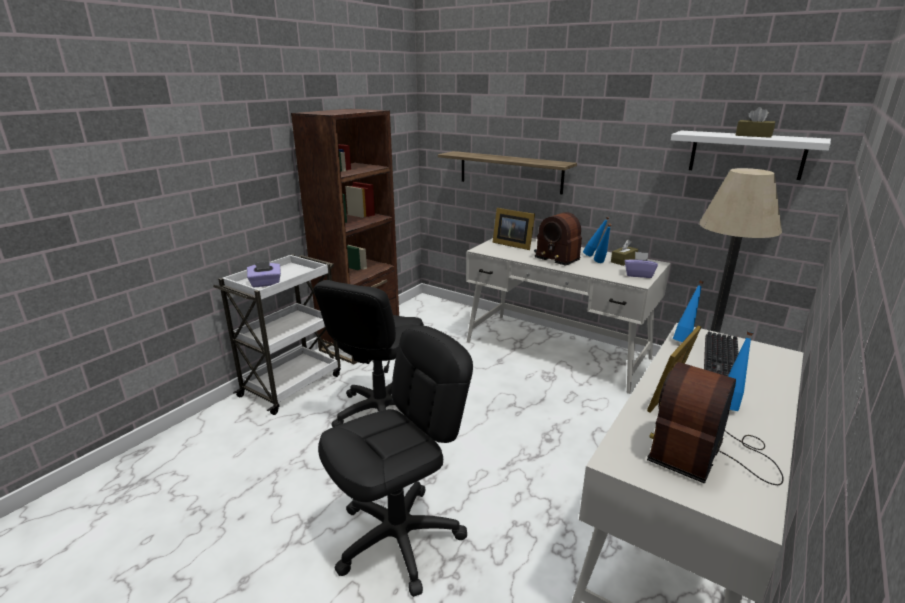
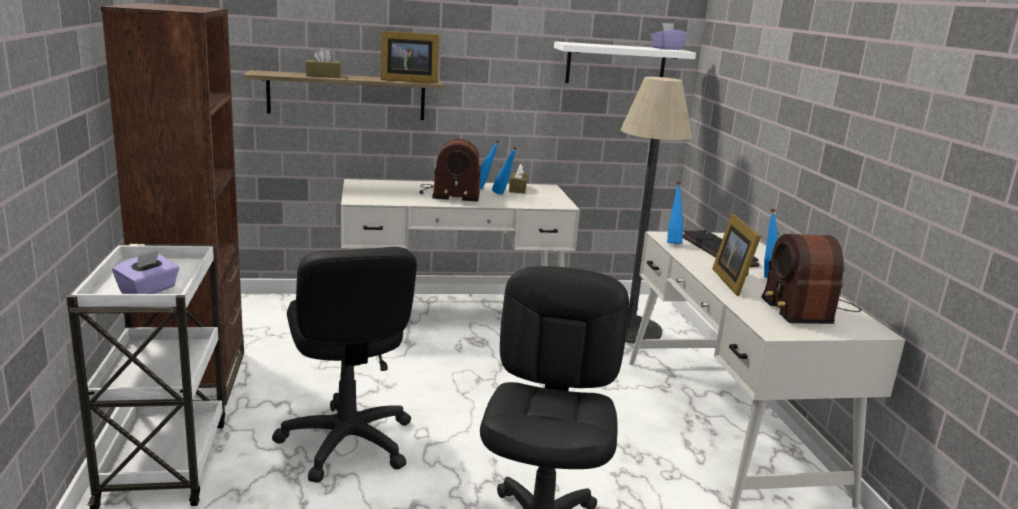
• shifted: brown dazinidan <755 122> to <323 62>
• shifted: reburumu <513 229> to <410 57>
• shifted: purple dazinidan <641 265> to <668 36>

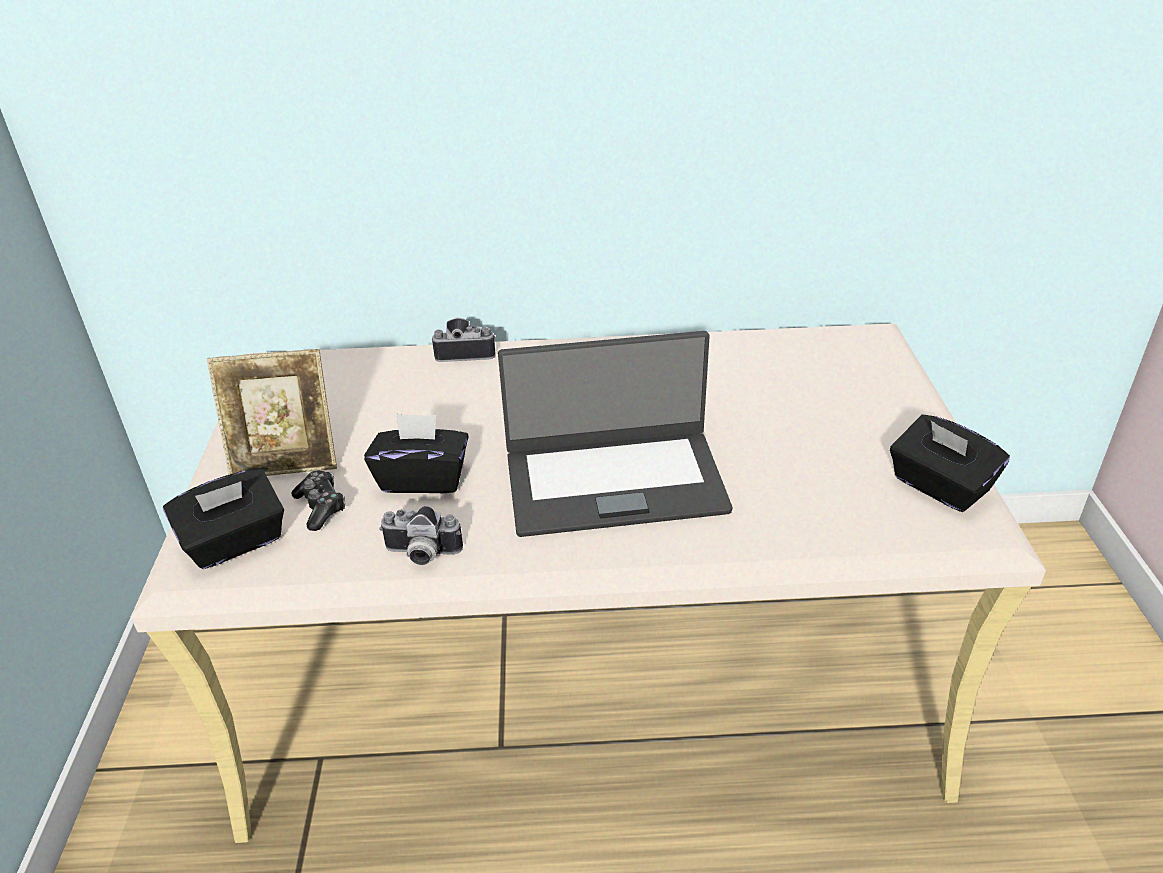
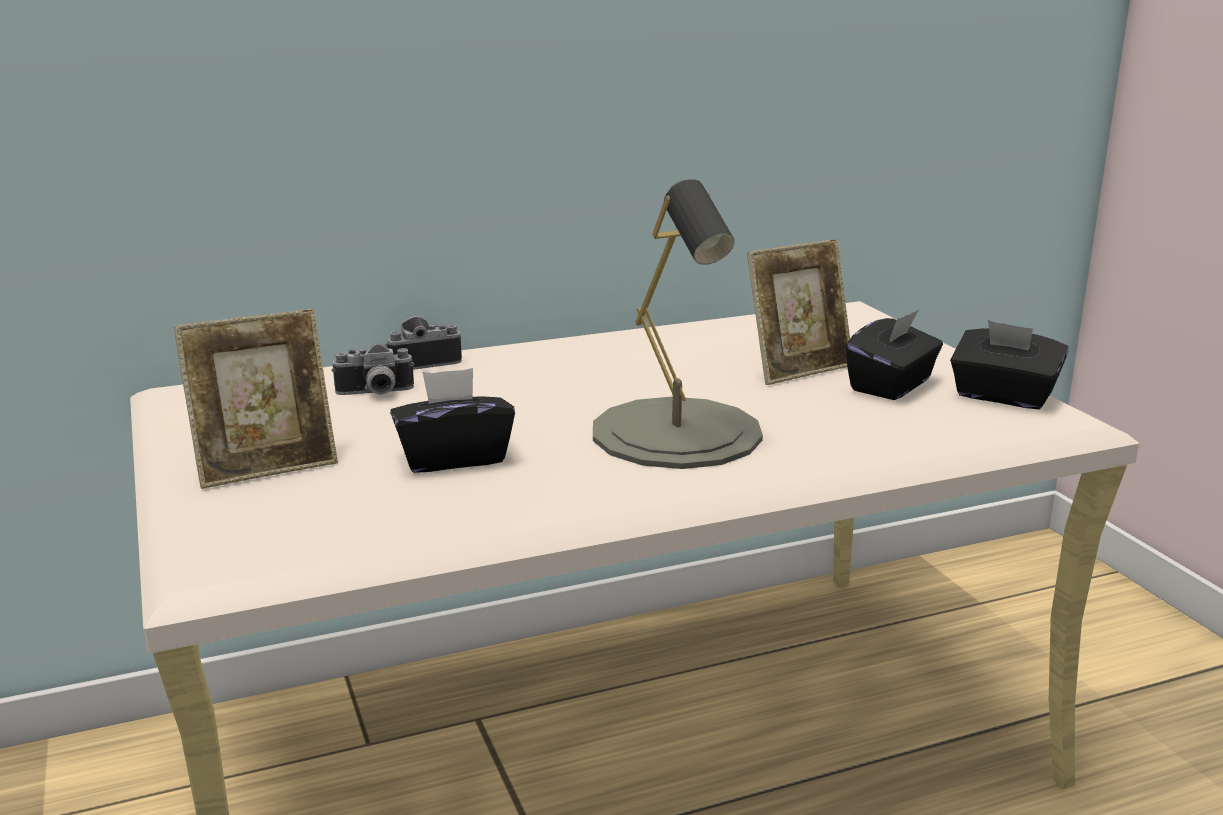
• swapped: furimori <615 434> to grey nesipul <678 324>
• shifted: black dazinidan <223 519> to <894 355>
• gone: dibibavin <318 500>
• shifted: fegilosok <421 535> to <373 369>
• new: reburumu <798 312>

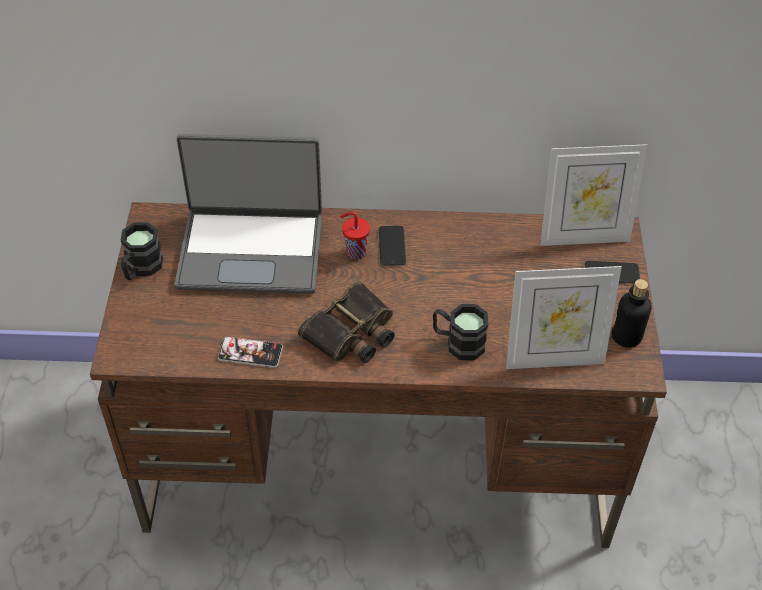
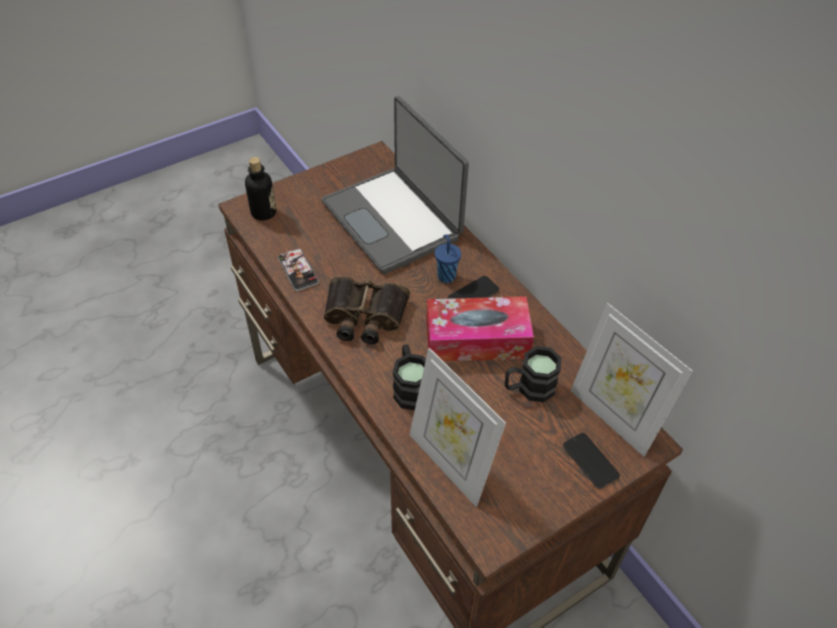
• repainted: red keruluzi <355 235> to blue keruluzi <448 259>
• shifted: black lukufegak <142 251> to <533 374>
• shifted: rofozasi <632 313> to <260 189>
• new: dazinidan <480 329>

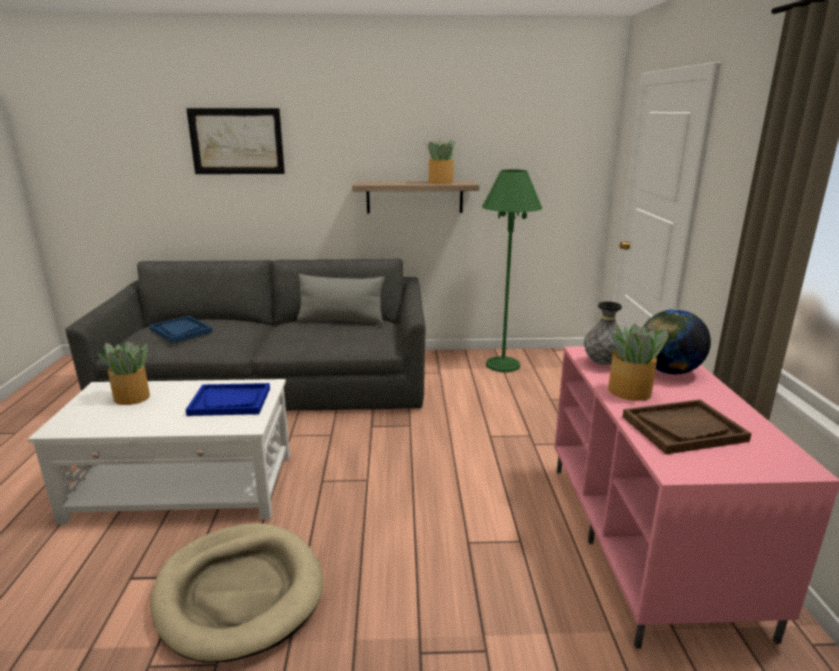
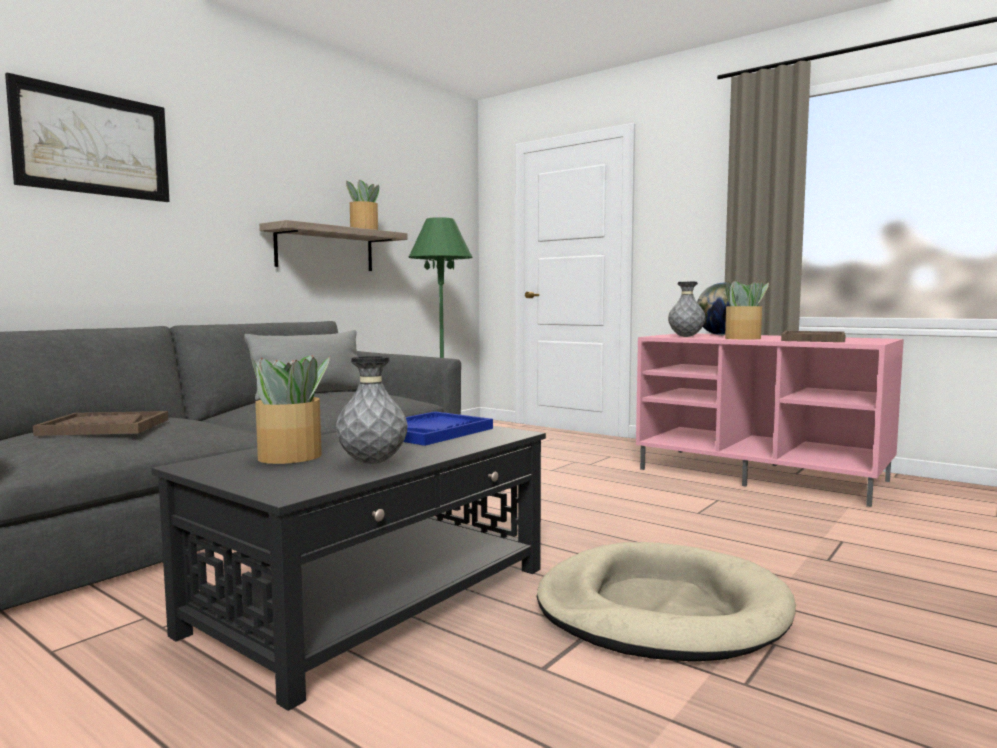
• repainted: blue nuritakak <181 329> to brown nuritakak <100 423>
• repainted: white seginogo <159 452> to black seginogo <348 568>
• new: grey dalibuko <372 410>

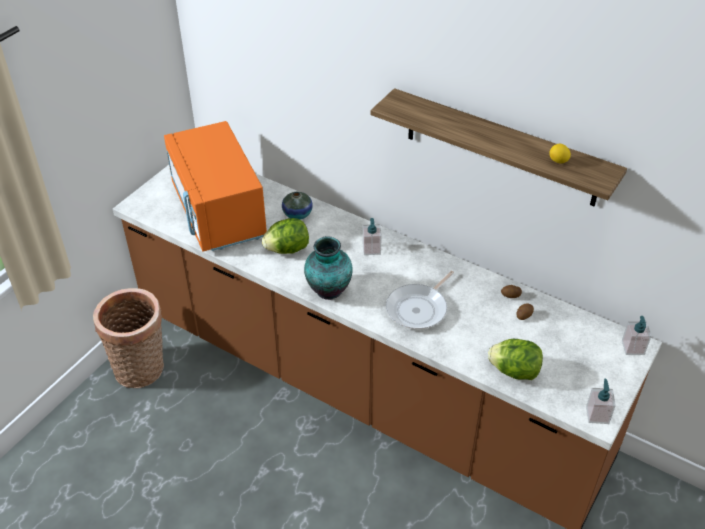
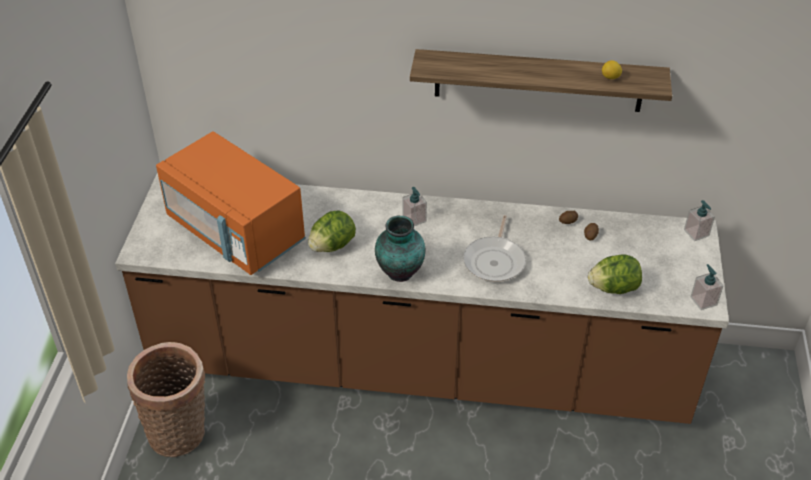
• gone: dalibuko <297 206>

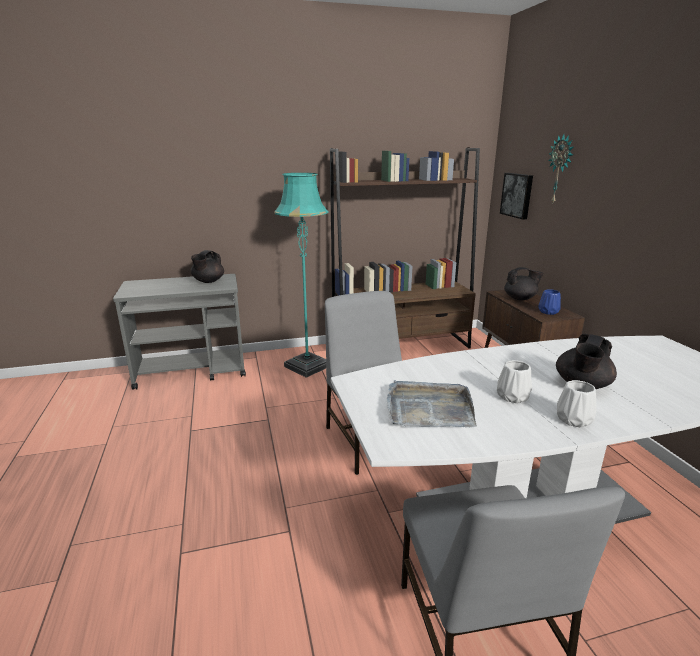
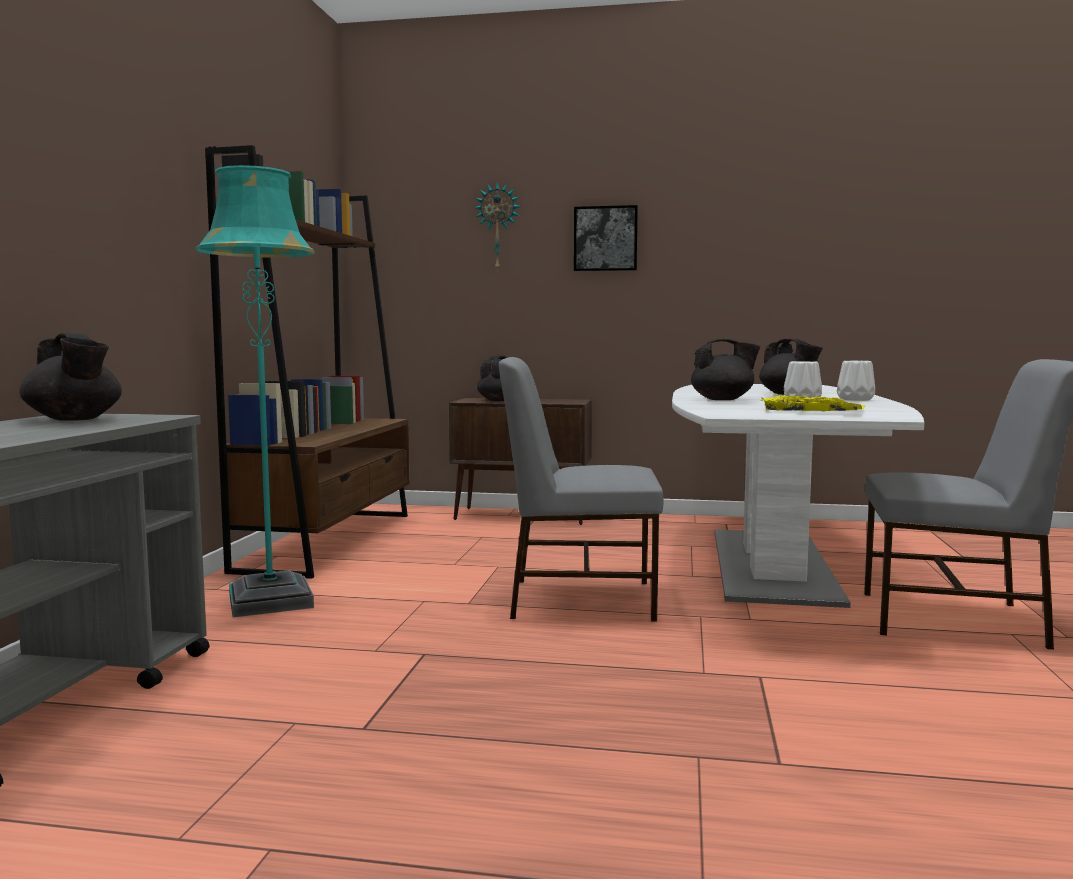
• shifted: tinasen <516 196> to <606 238>
• gone: blue dalibuko <549 302>
• repainted: grey nuritakak <432 403> to yellow nuritakak <812 403>
• new: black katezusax <725 369>

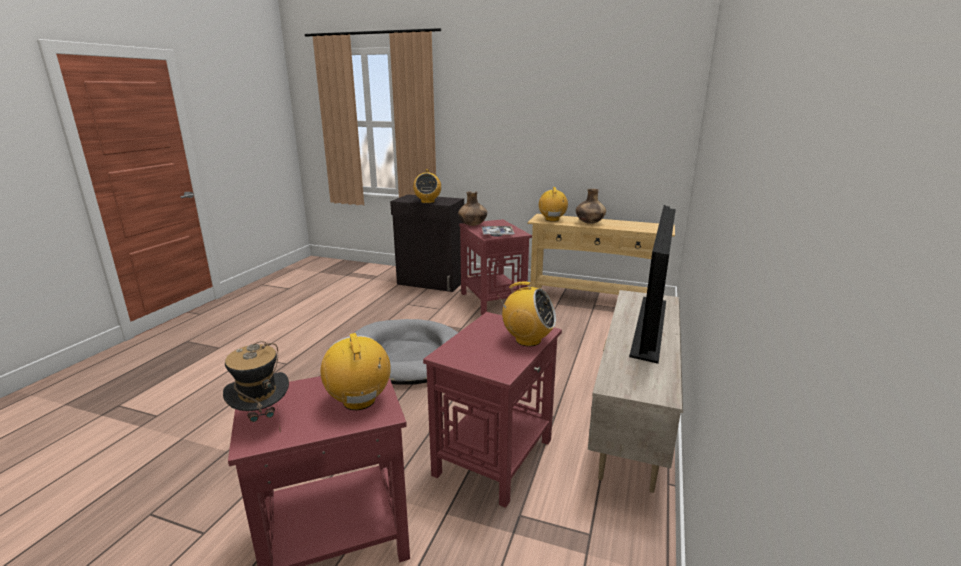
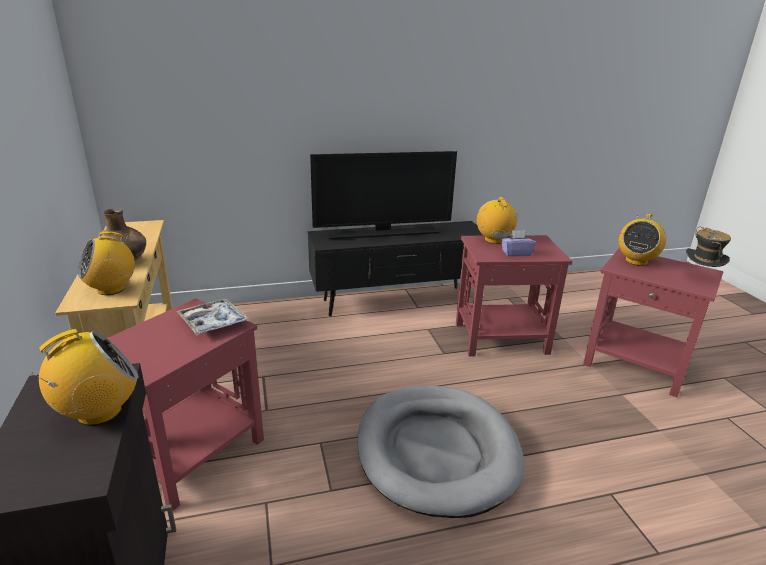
• gone: brown dalibuko <472 208>
• repainted: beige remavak <635 391> to black remavak <395 269>
• new: purple dazinidan <518 243>

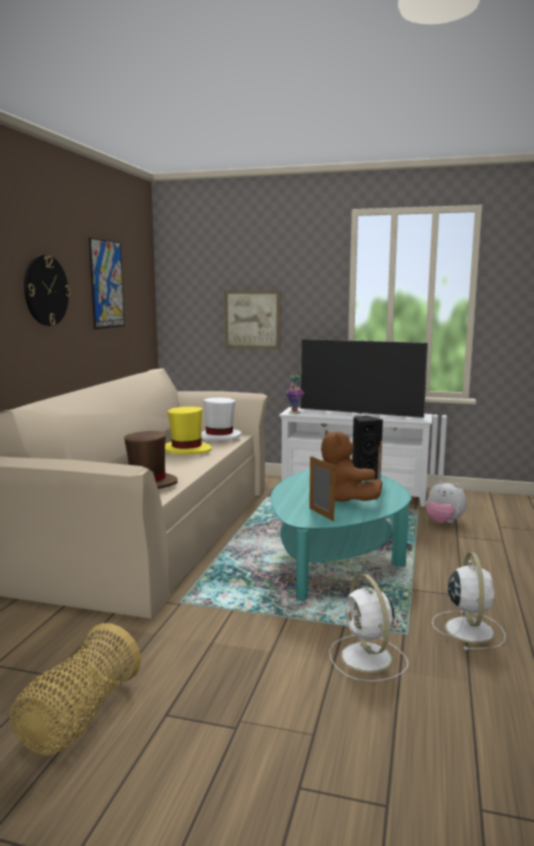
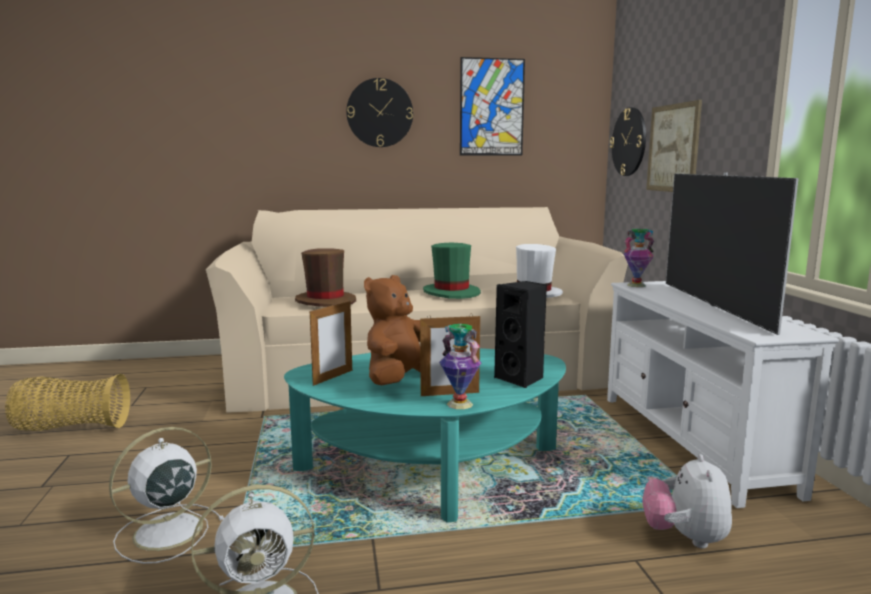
• repainted: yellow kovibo <188 430> to green kovibo <452 270>
• new: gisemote <628 141>
• new: dalibuko <460 366>

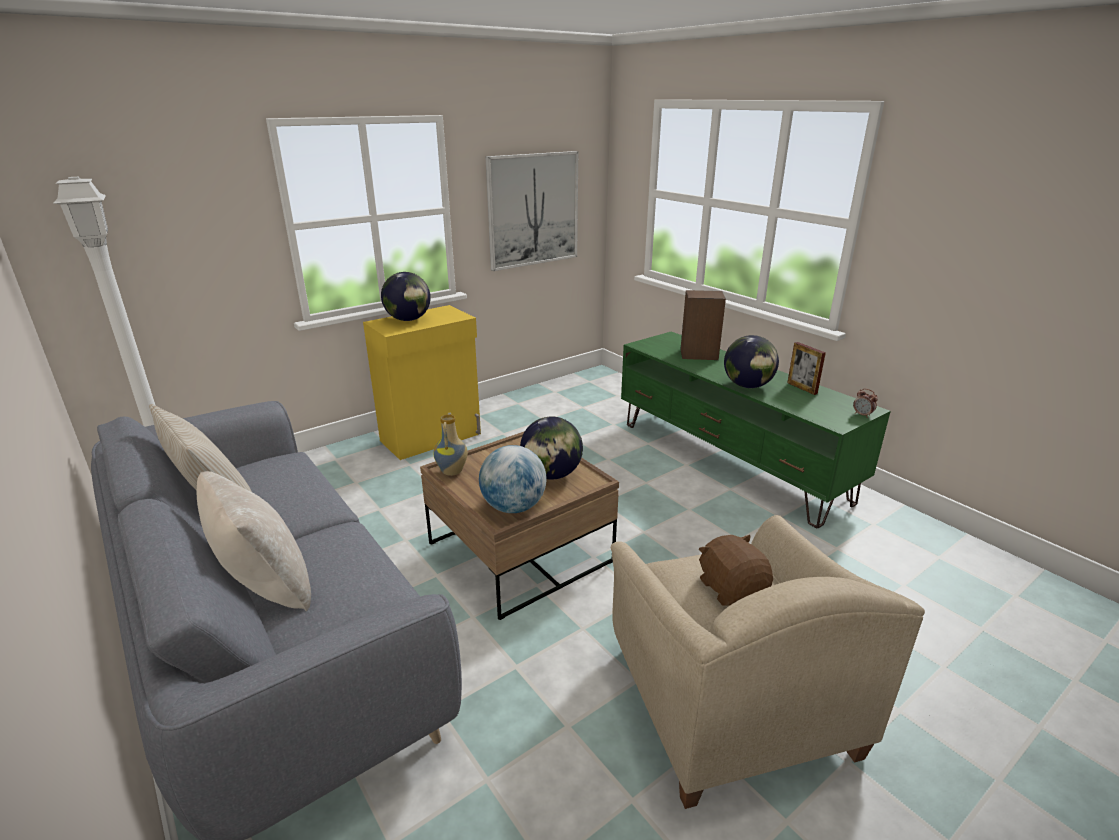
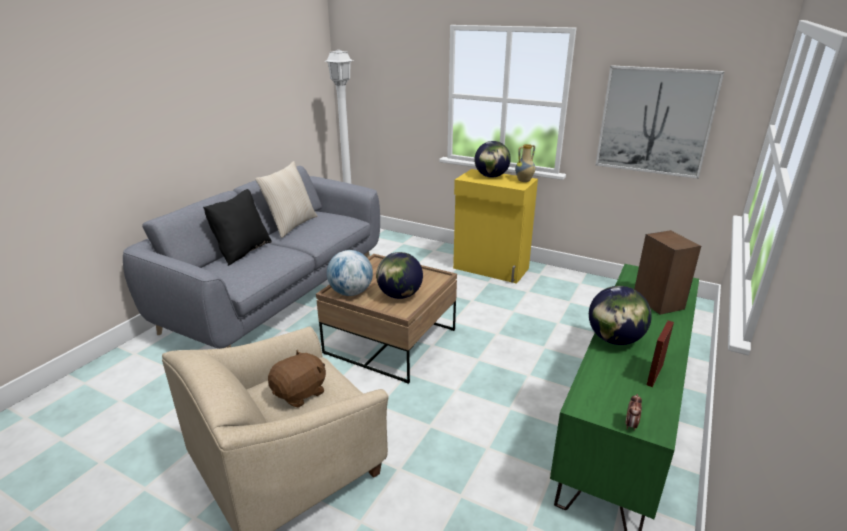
• shifted: dalibuko <450 444> to <525 163>
• repainted: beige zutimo <254 541> to black zutimo <237 227>

